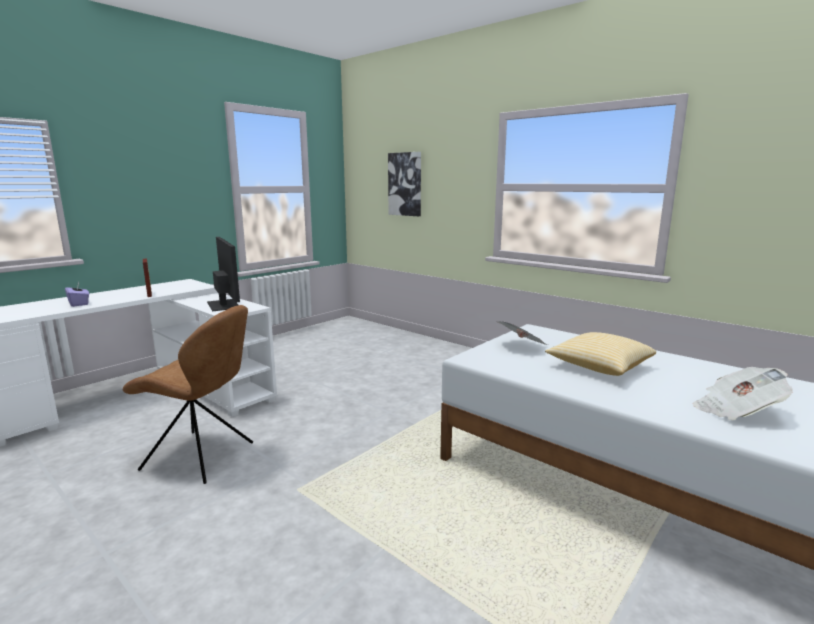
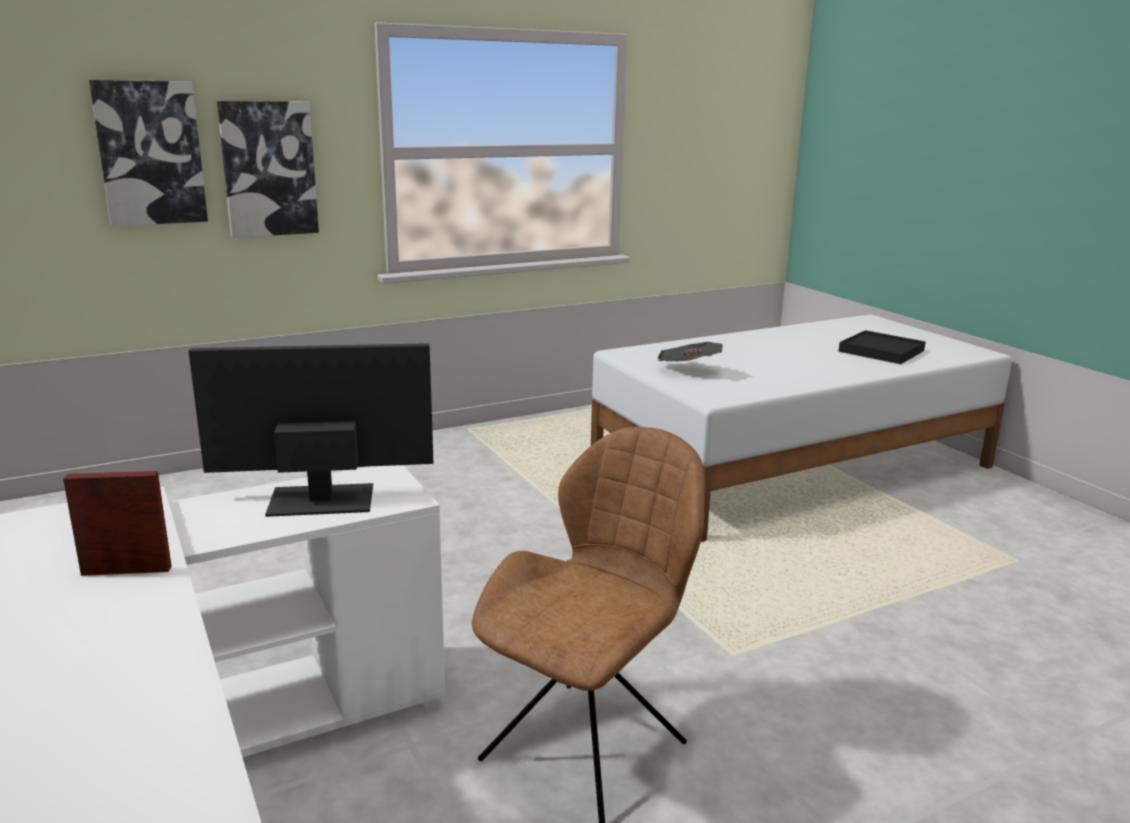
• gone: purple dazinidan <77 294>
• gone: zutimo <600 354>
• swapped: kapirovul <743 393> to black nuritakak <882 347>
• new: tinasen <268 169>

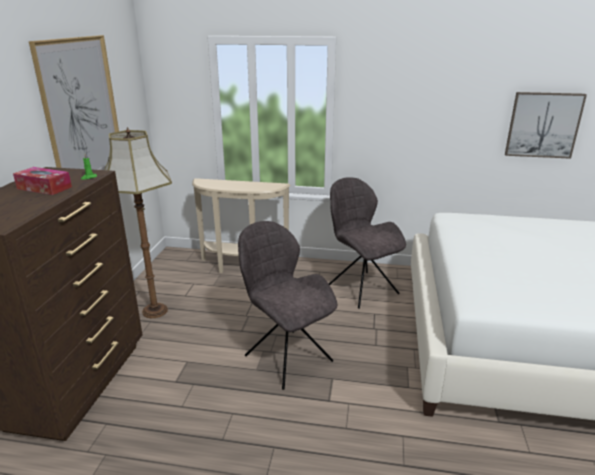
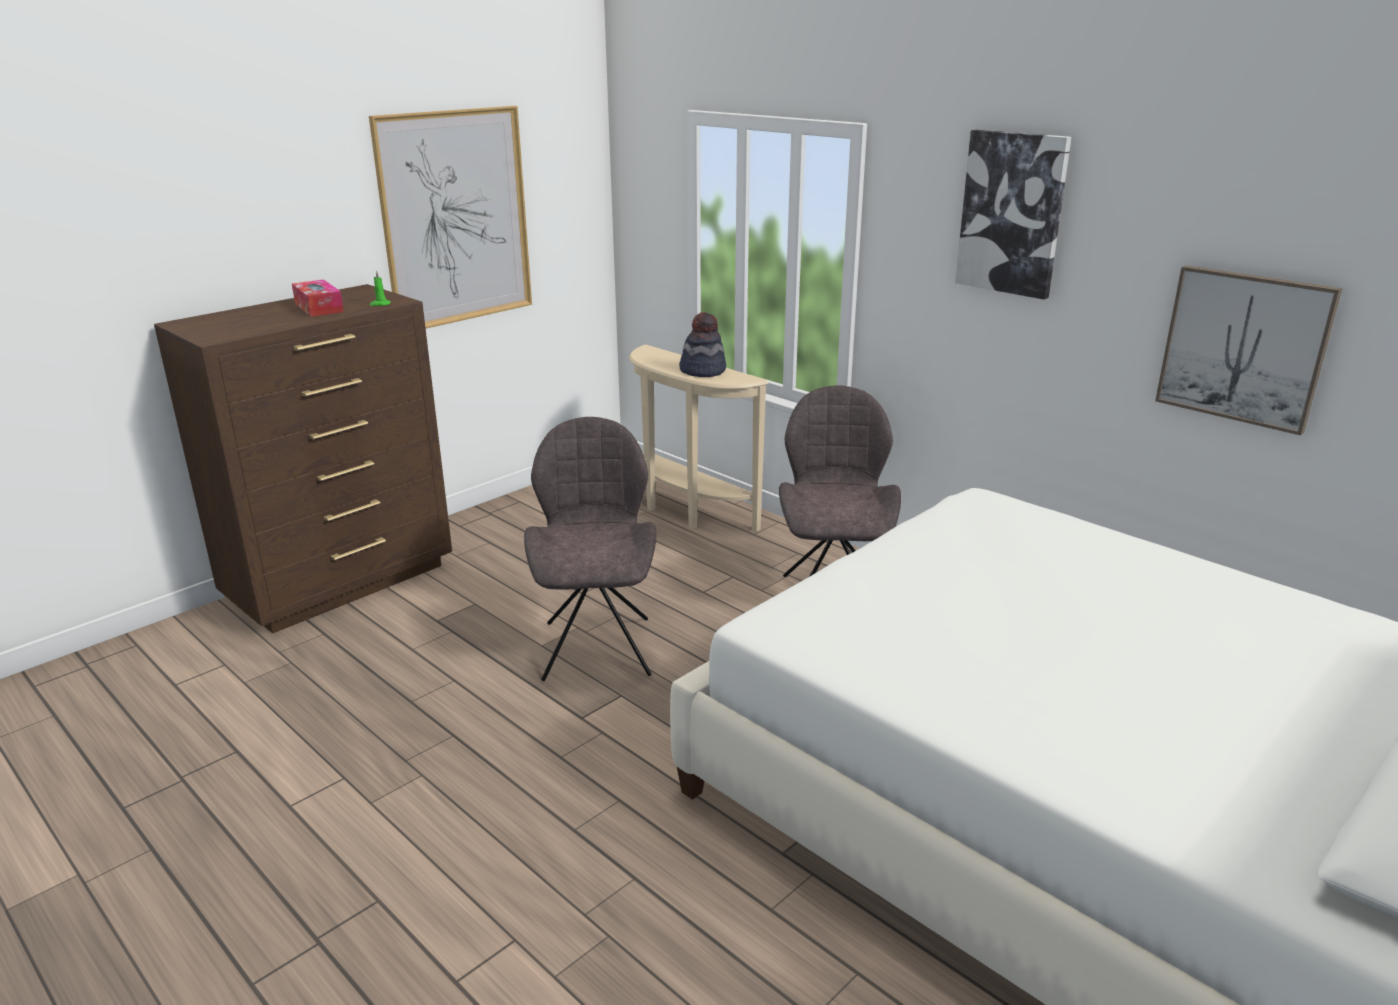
• gone: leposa <138 222>
• new: tinasen <1013 215>
• new: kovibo <702 344>

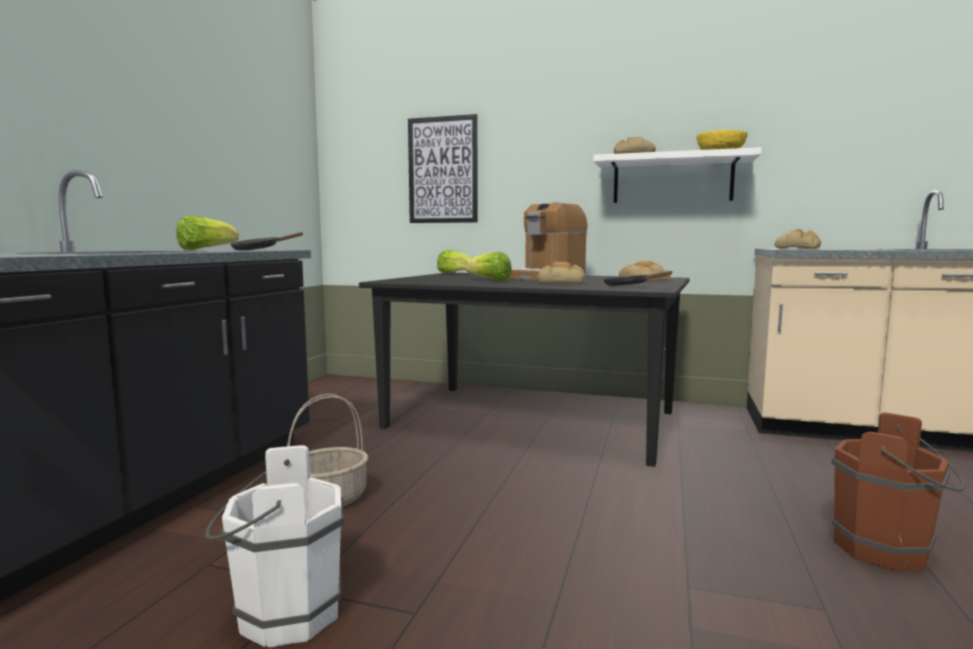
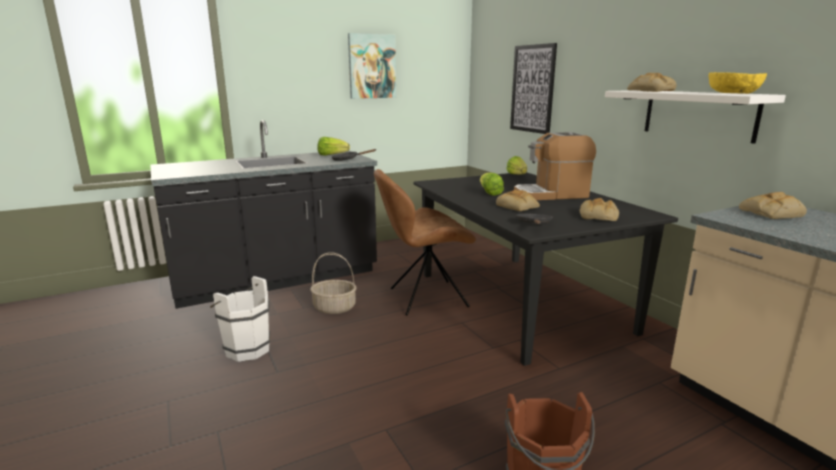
• new: tinasen <372 66>
• new: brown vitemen <425 242>

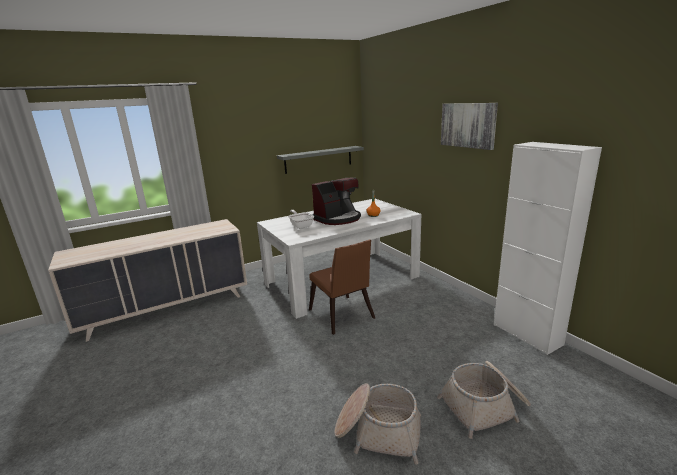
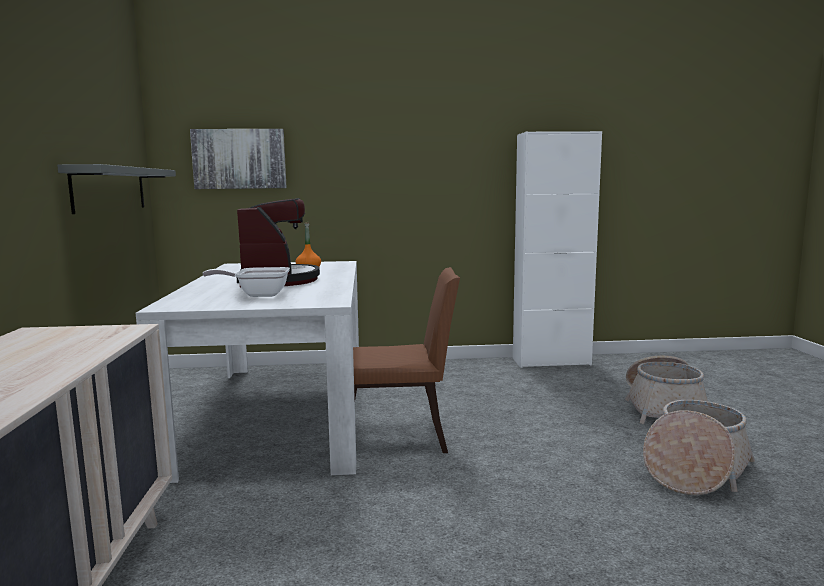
• shifted: tinasen <469 126> to <238 159>

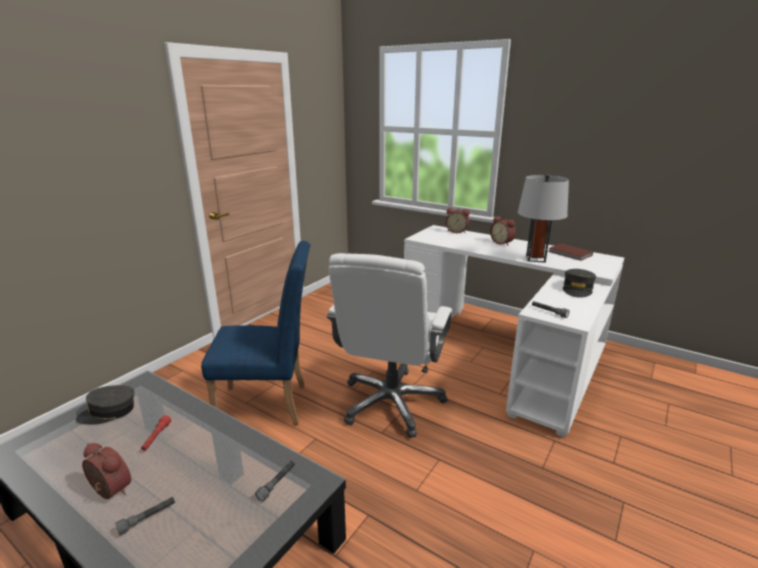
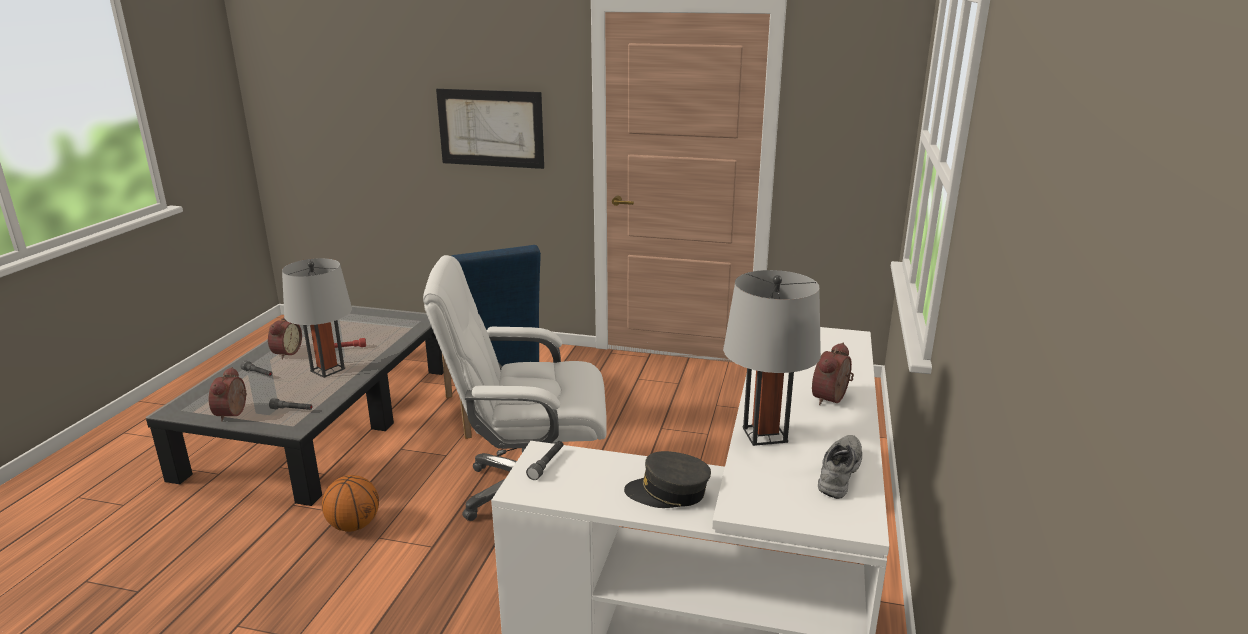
• shifted: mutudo <458 220> to <228 394>
• swapped: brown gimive <570 252> to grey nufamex <840 467>
• gone: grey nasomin <105 404>
• new: tinasen <490 129>
• new: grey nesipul <317 318>
• new: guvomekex <350 503>

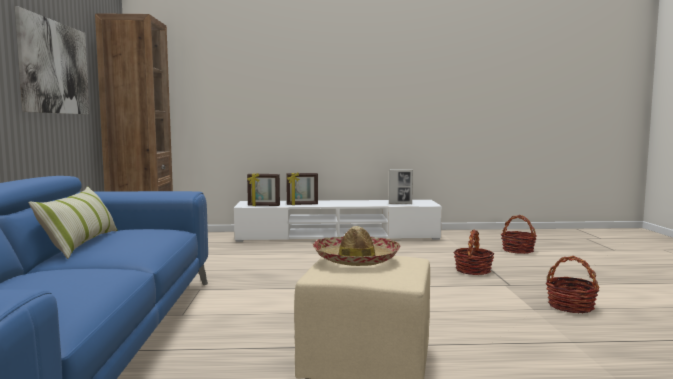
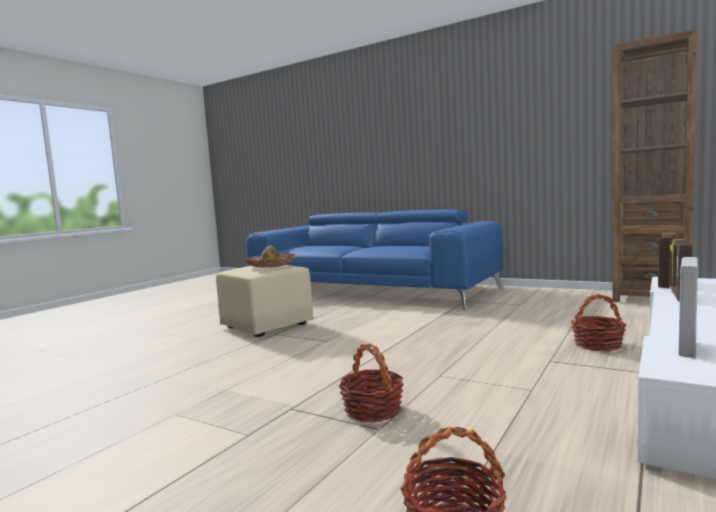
• gone: tinasen <52 60>
• gone: zutimo <73 222>
• shifted: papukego <573 285> to <599 322>

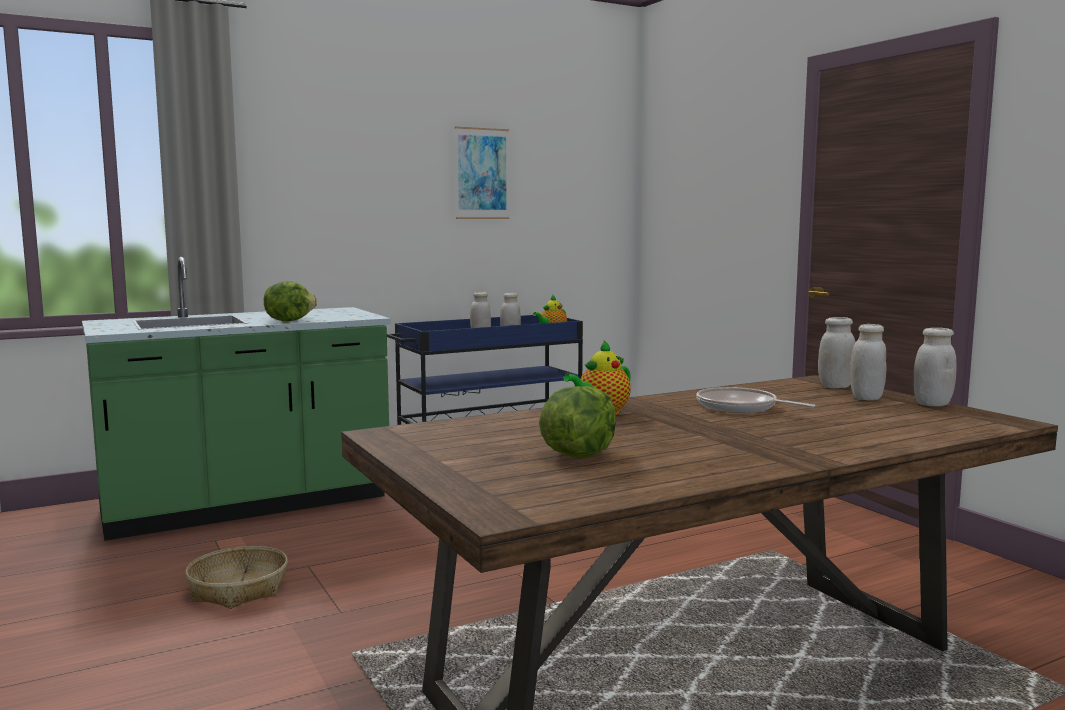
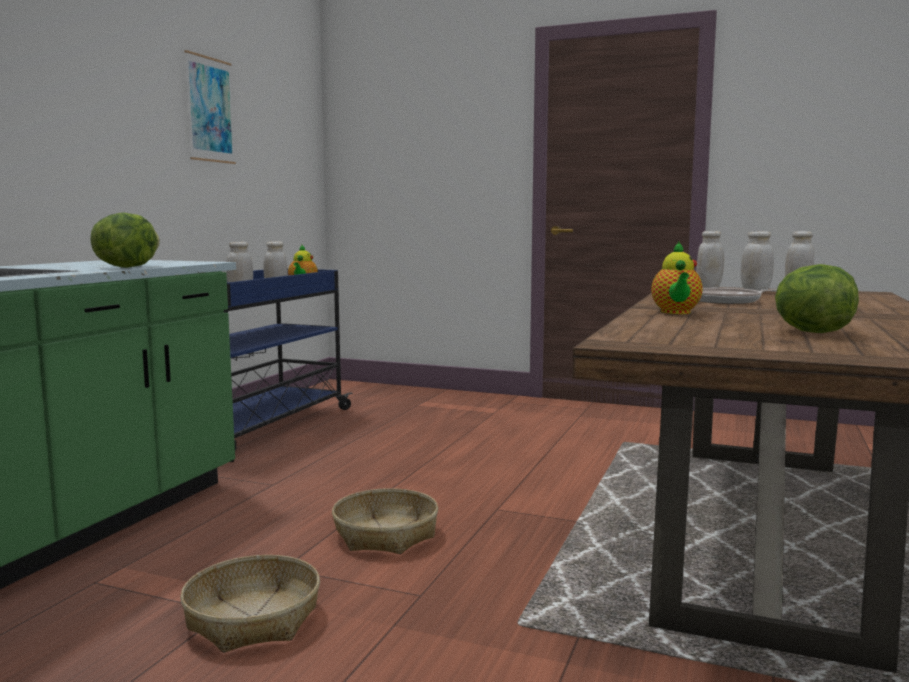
• new: papukego <385 521>

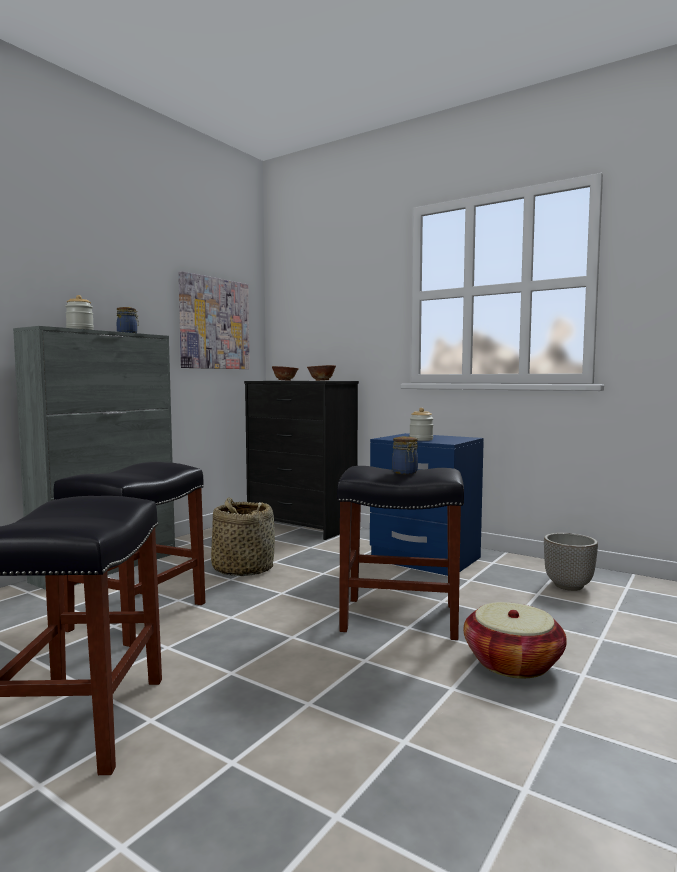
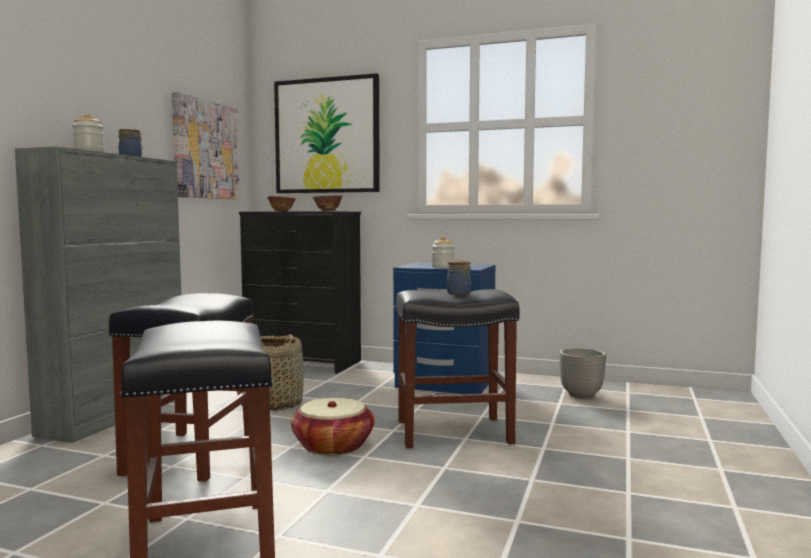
• shifted: papukego <515 640> to <333 427>
• new: tinasen <327 133>

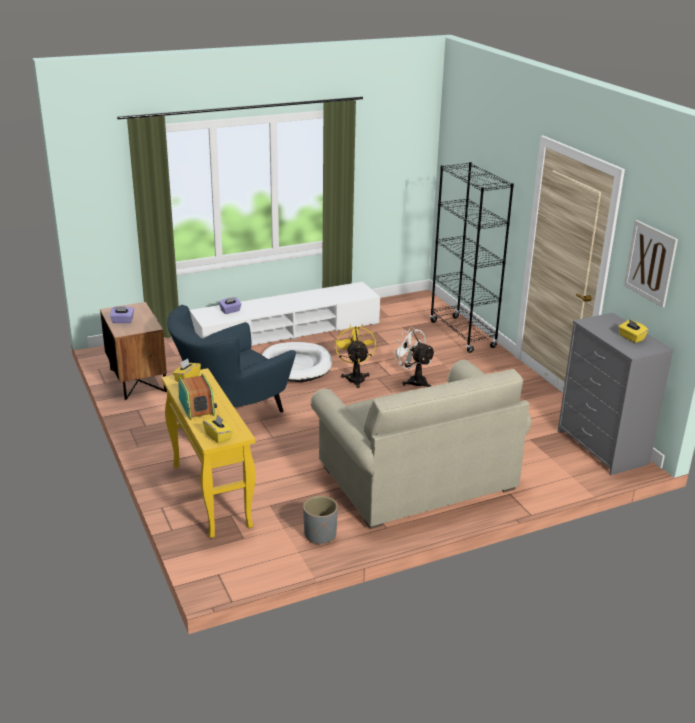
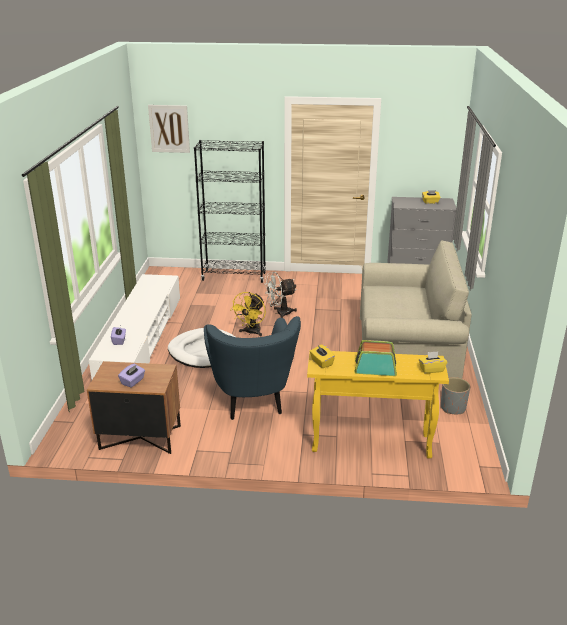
• shifted: tinasen <651 264> to <169 129>
• rotated: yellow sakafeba <355 356> = <249 314> 90 degrees counterclockwise

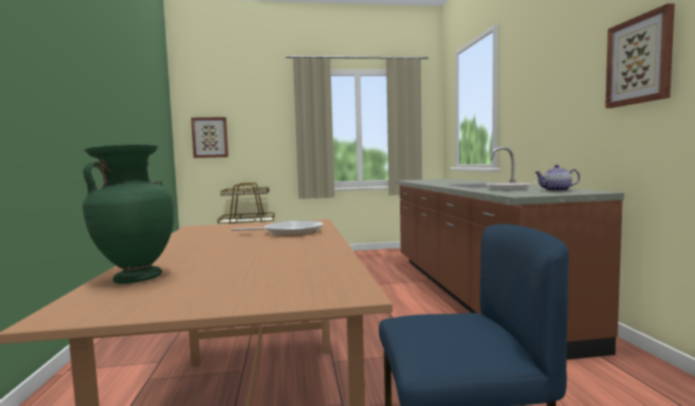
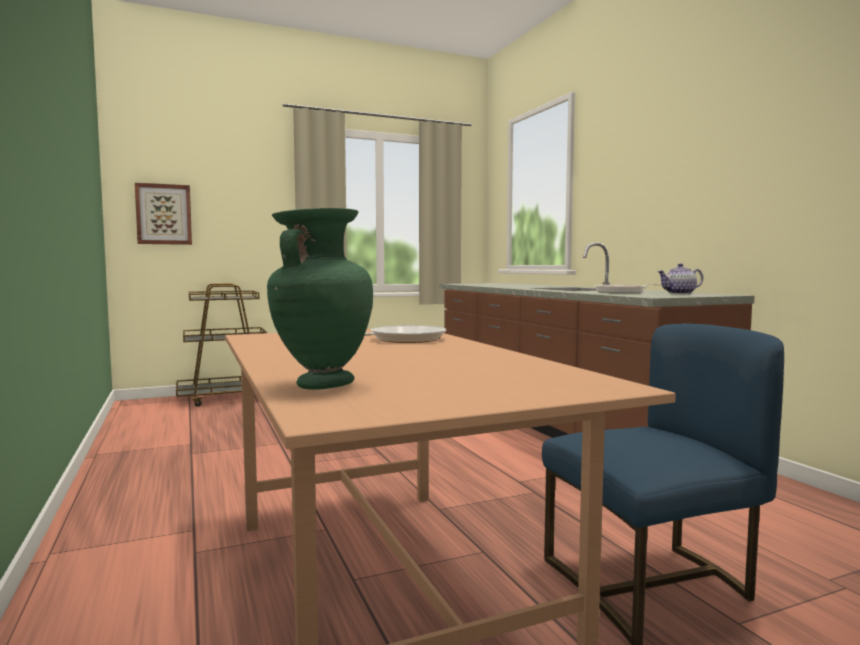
• gone: tinasen <640 55>

